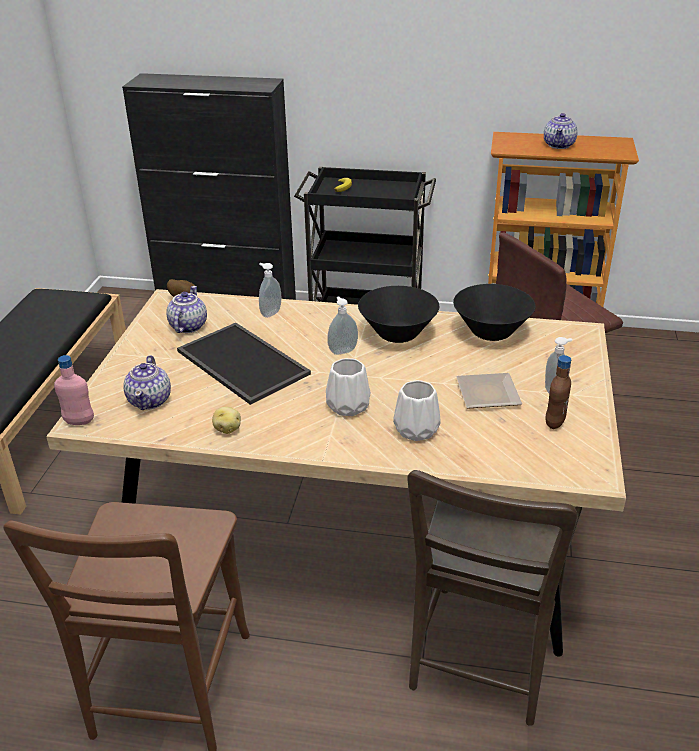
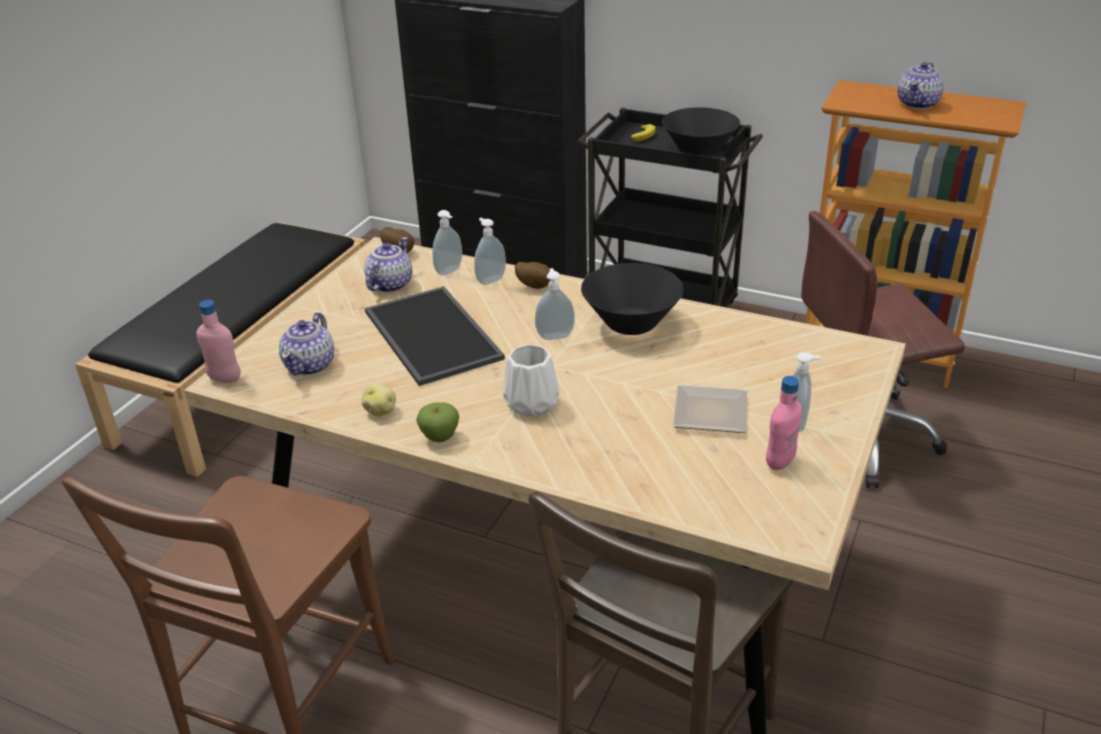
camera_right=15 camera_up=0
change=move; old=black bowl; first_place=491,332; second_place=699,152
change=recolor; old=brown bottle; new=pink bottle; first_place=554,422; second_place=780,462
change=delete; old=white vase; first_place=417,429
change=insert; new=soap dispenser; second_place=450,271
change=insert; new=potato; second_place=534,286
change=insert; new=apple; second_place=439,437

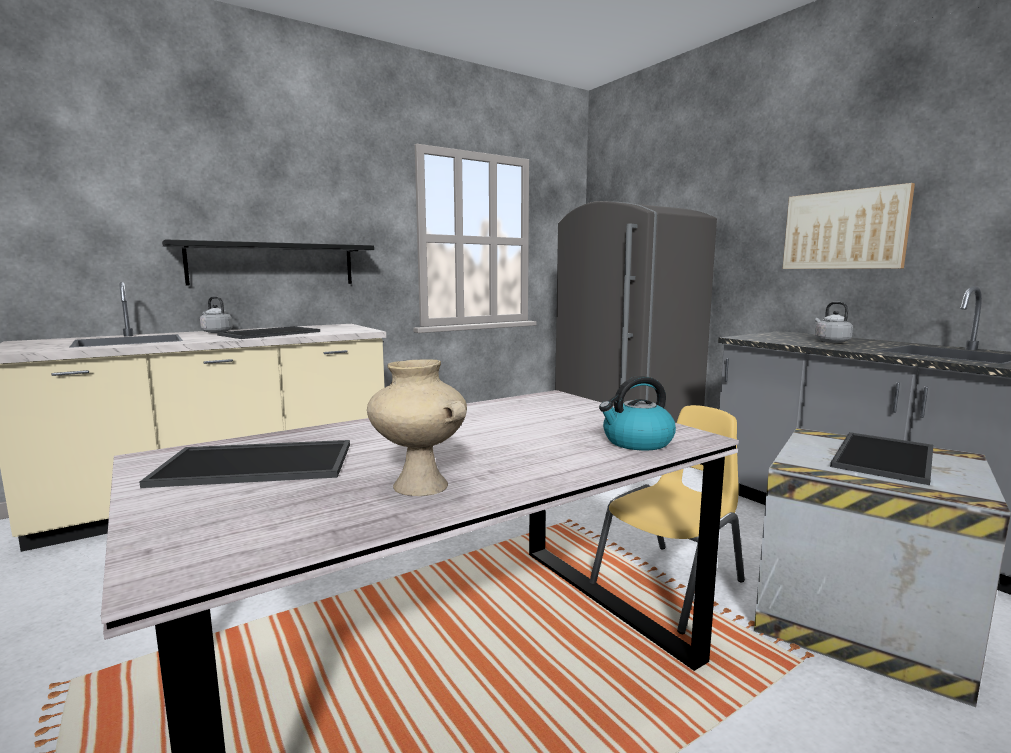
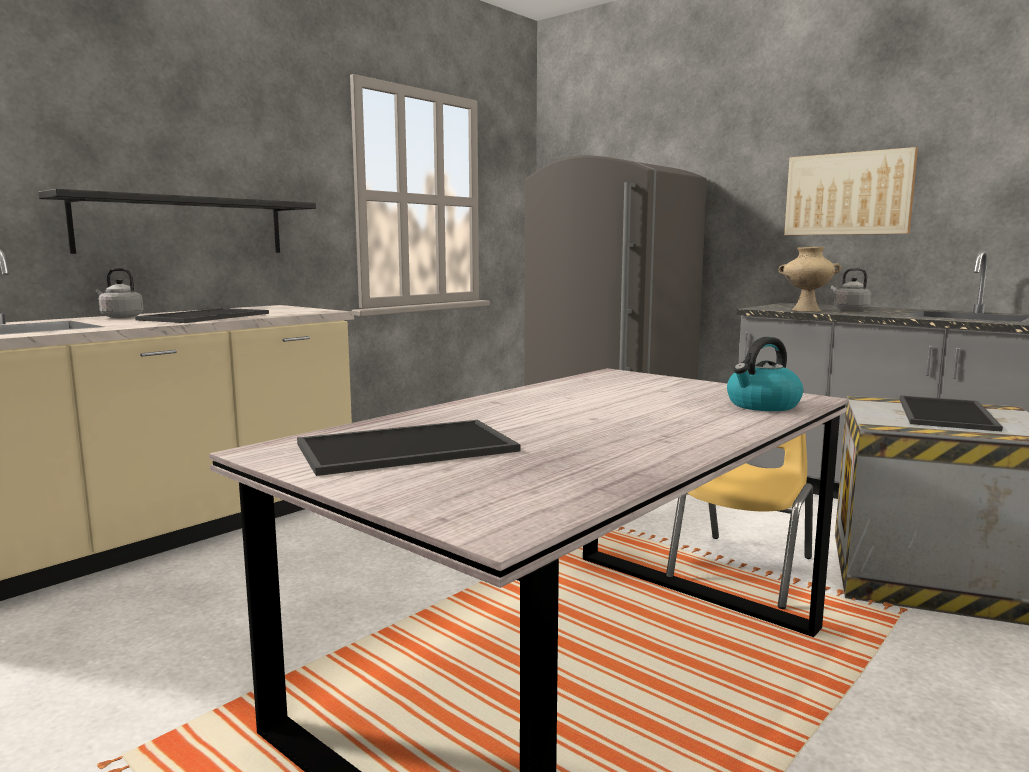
camera_right=-15 camera_up=0
change=move; old=beige vase; first_place=418,486; second_place=805,310

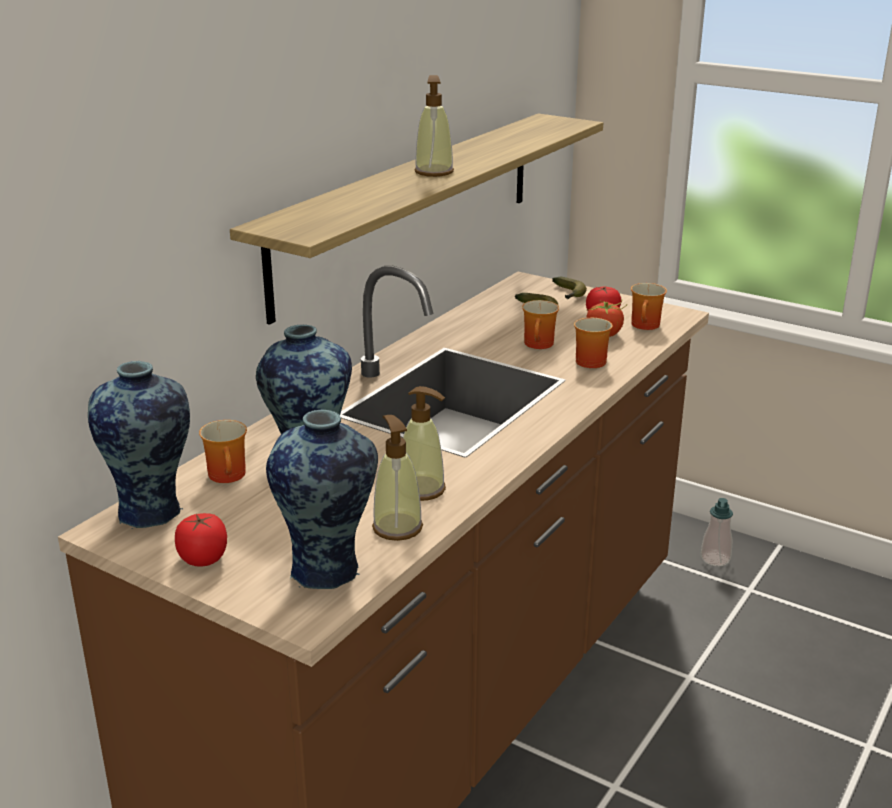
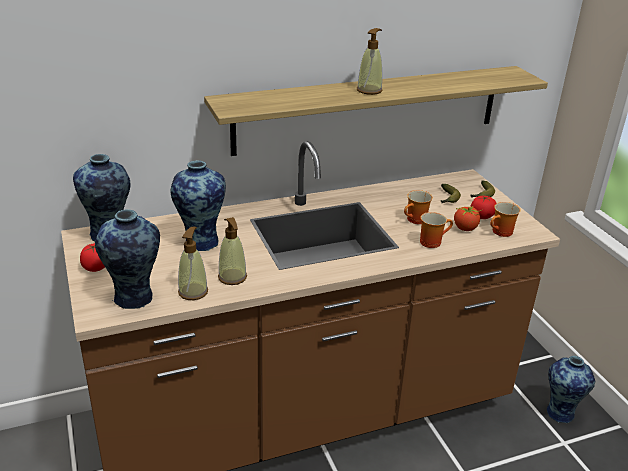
camera_right=35 camera_up=5
change=delete; old=mug; first_place=230,476
change=replace; old=soap dispenser; new=vase; first_place=715,559; second_place=561,412

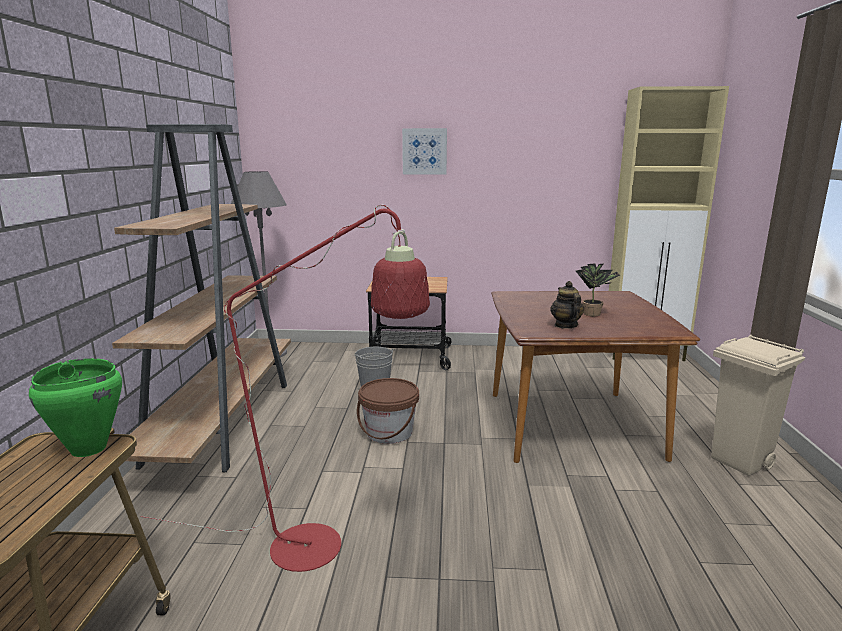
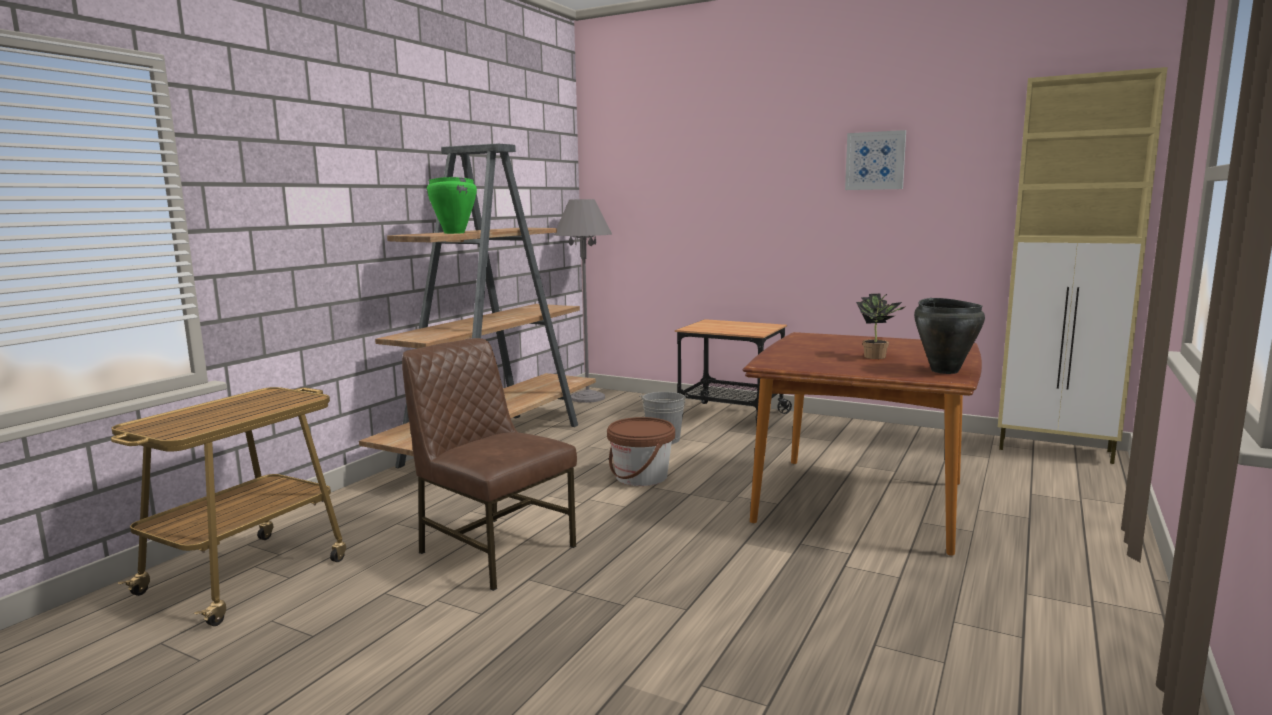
camera_right=25 camera_up=-5
change=move; old=picture; first_place=424,151; second_place=875,161
change=replace; old=red floor lamp; new=brown chair; first_place=324,549; second_place=494,549
change=delete; old=teapot; first_place=565,325
change=delete; old=beige trash can; first_place=740,462
change=move; old=green cooking pot; first_place=88,449; second_place=454,233
change=insert; new=black cooking pot; second_place=945,371

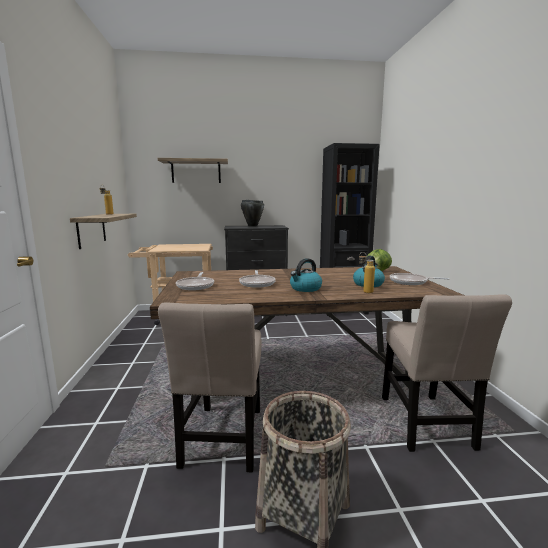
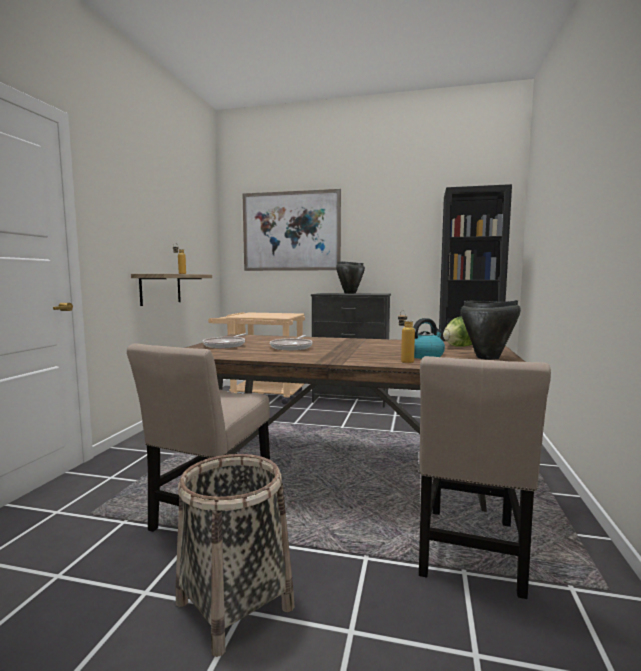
camera_right=20 camera_up=-5
change=replace; old=shelf; new=picture; first_place=196,171; second_place=291,231
change=delete; old=kettle; first_place=305,288
change=replace; old=frying pan; new=black cooking pot; first_place=410,282; second_place=488,357

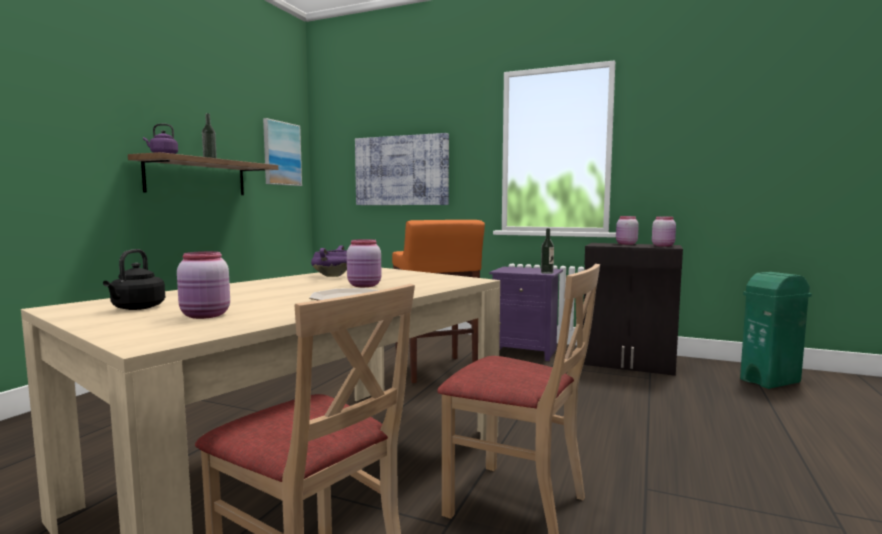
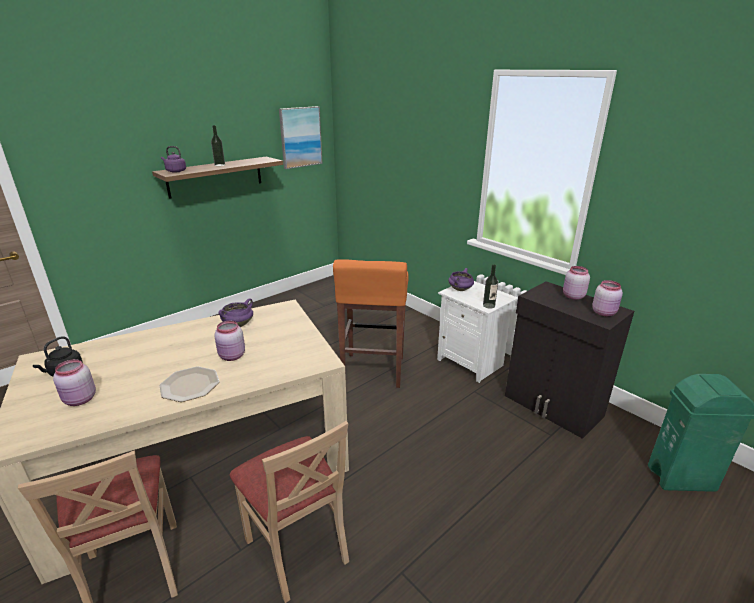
camera_right=25 camera_up=20
change=delete; old=picture; first_place=402,171
change=recolor; old=purple nightstand; new=white nightstand; first_place=525,351; second_place=471,362
change=insert; new=purple cooking pot; second_place=460,289

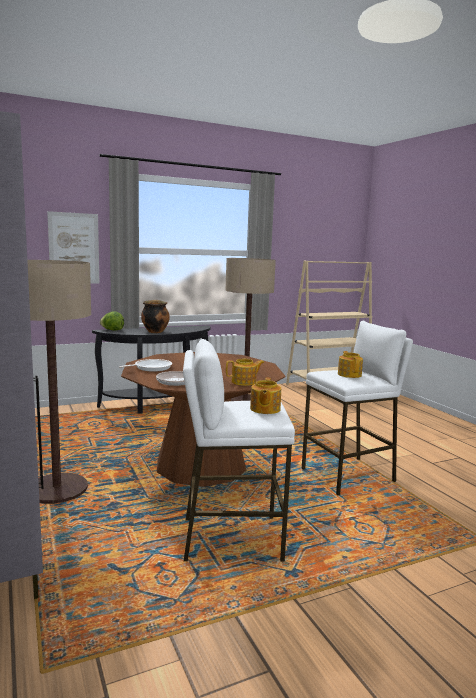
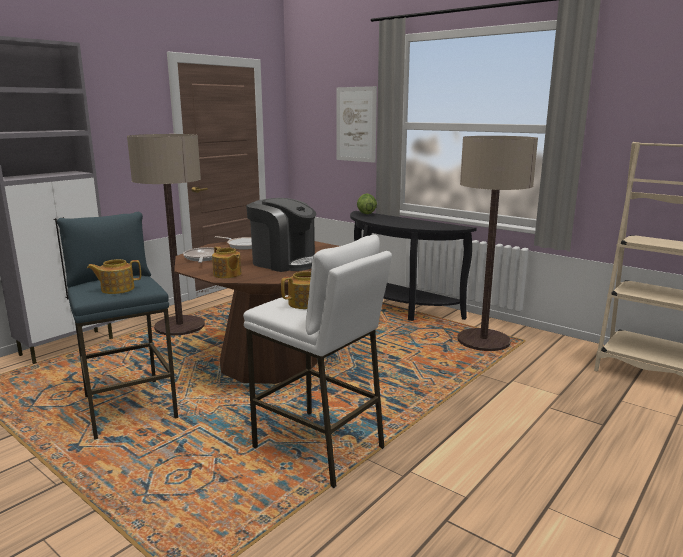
camera_right=65 camera_up=5
change=delete; old=cooking pot; first_place=155,331
change=recolor; old=white stool; new=blue stool; first_place=231,538; second_place=129,407
change=insert; new=coffee machine; second_place=284,262

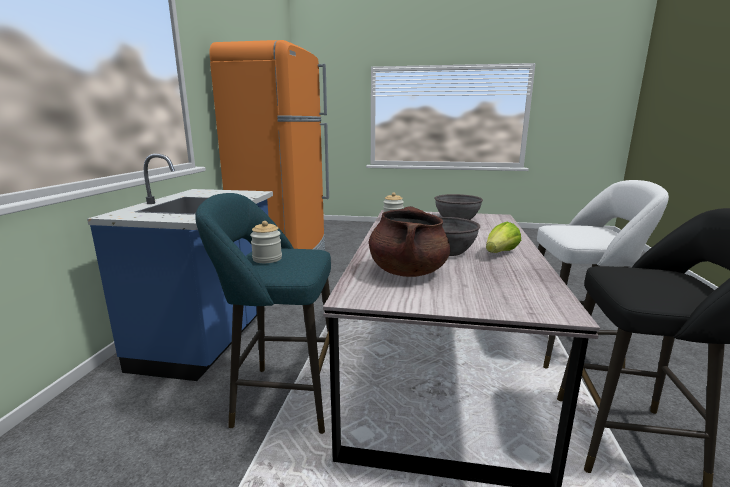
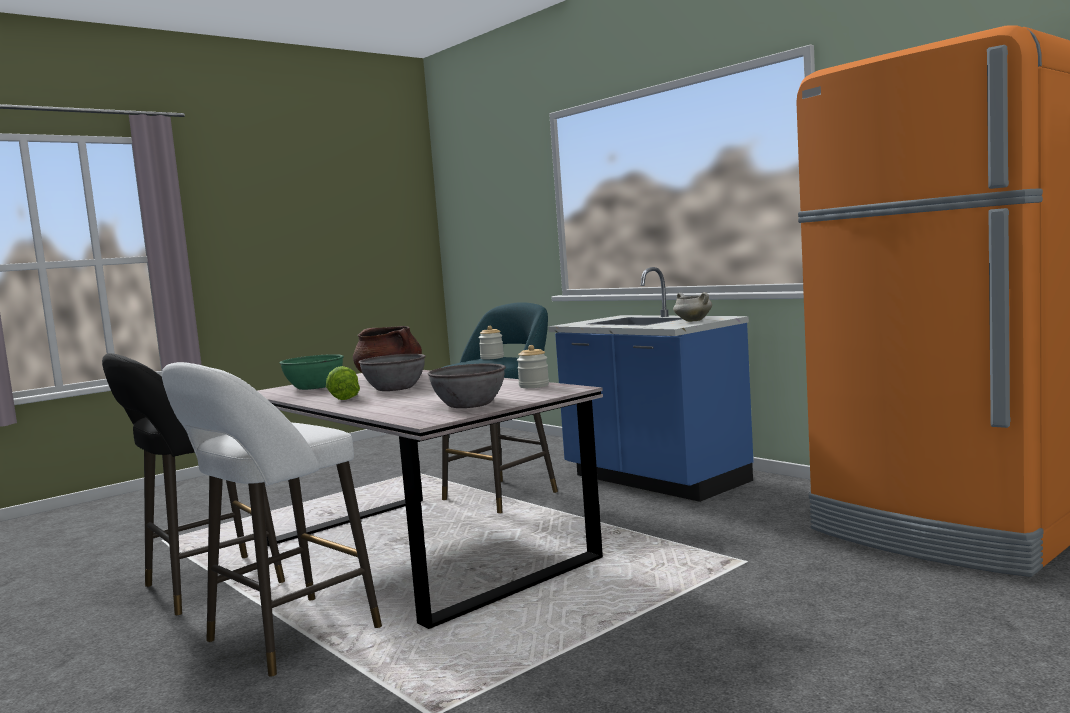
camera_right=130 camera_up=-10
change=insert; new=white cooking pot; second_place=692,321
change=insert; new=green bowl; second_place=314,386

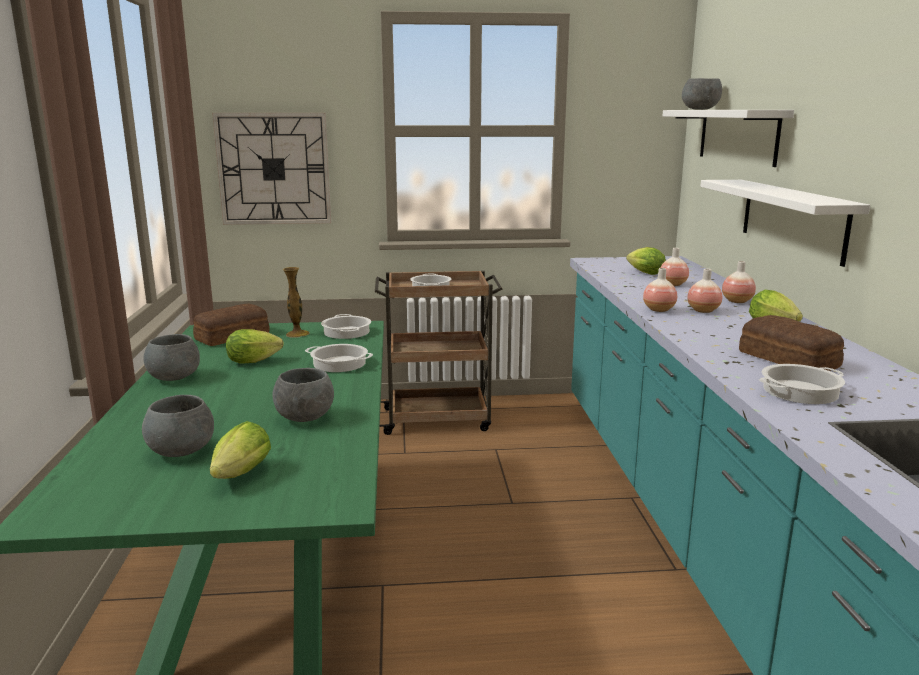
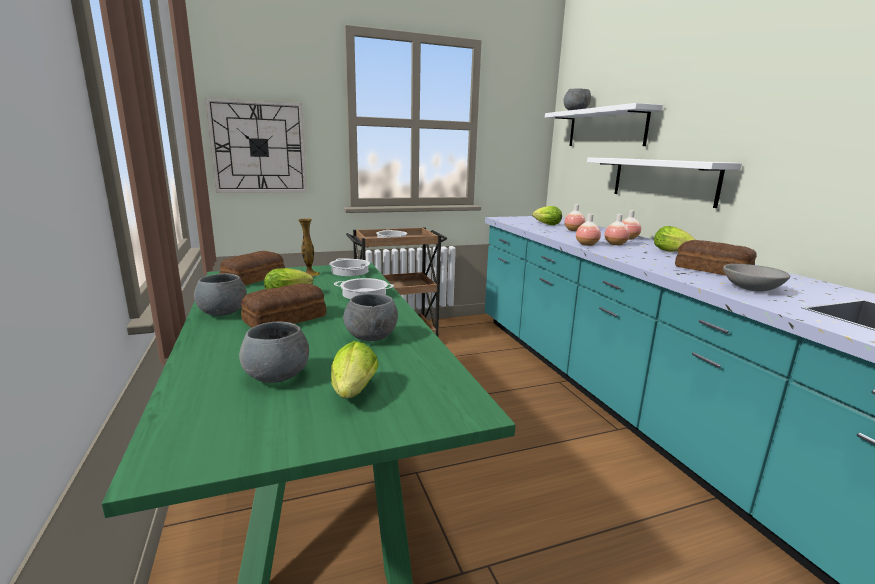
camera_right=-15 camera_up=0
change=replace; old=cooking pot; new=grey bowl; first_place=800,391; second_place=751,288
change=insert; new=bread; second_place=287,319

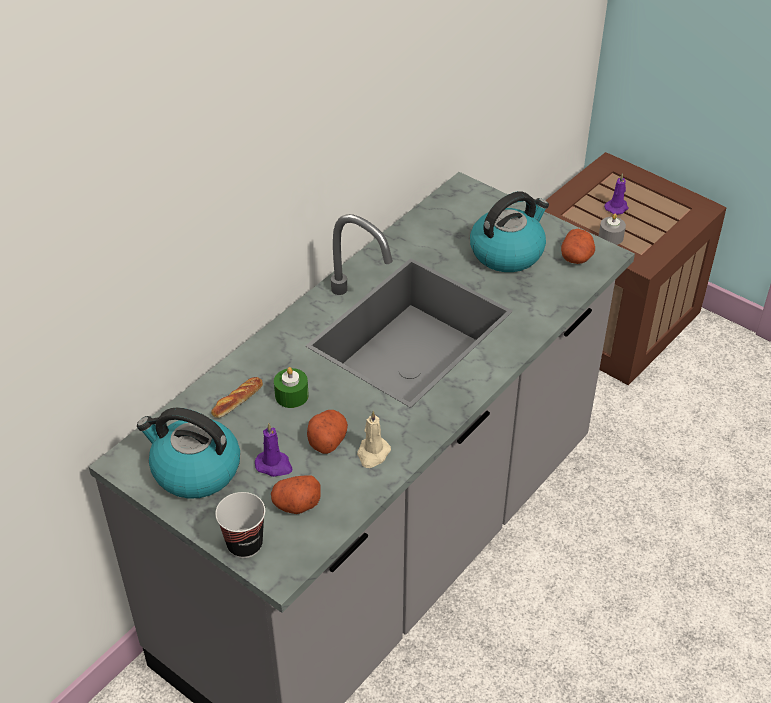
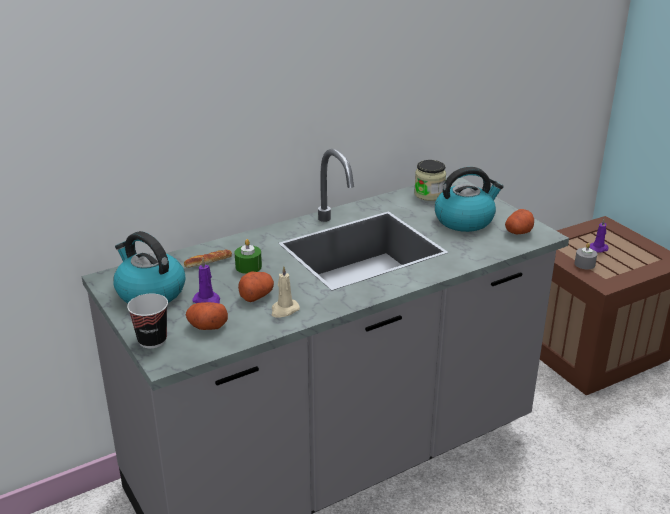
camera_right=20 camera_up=-15
change=insert; new=jar; second_place=429,194

